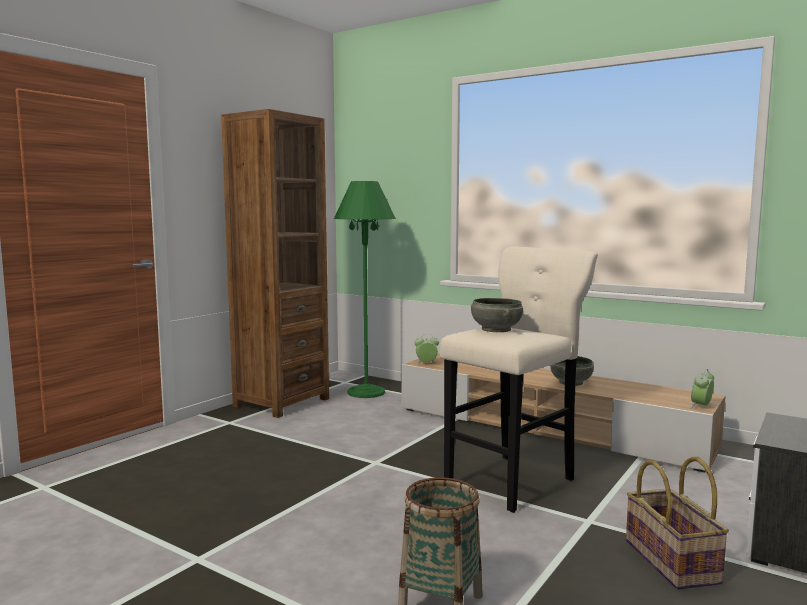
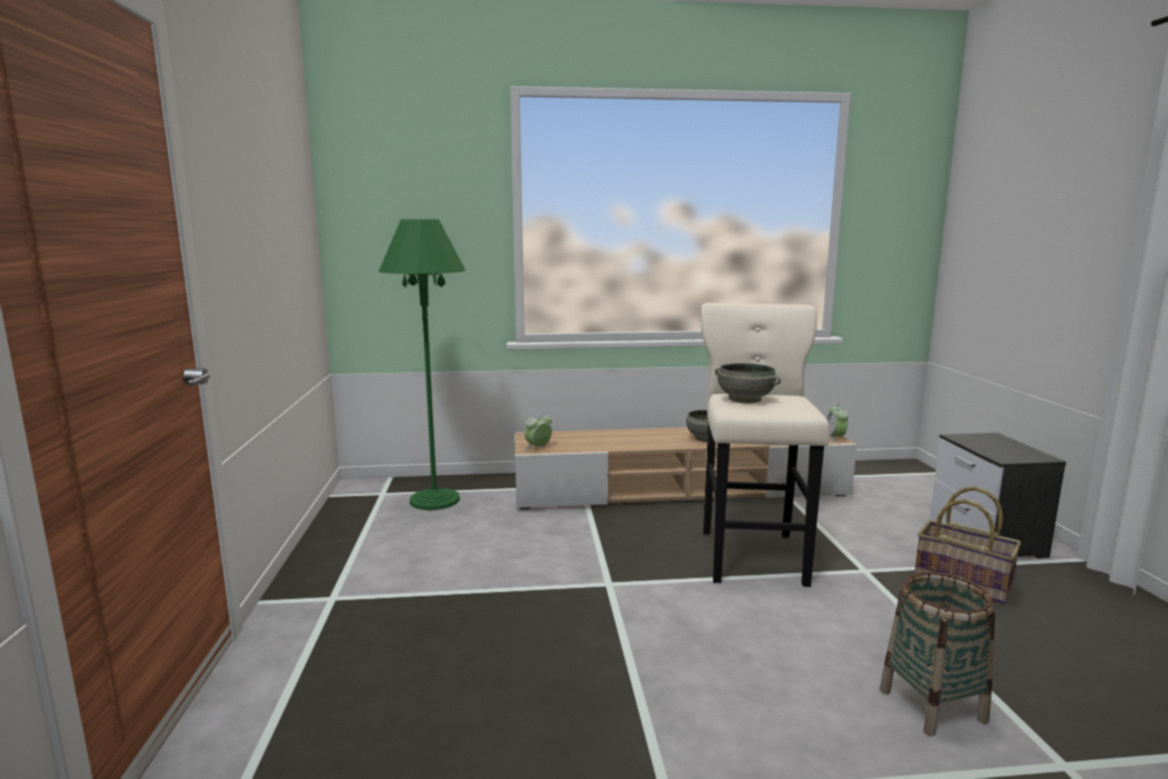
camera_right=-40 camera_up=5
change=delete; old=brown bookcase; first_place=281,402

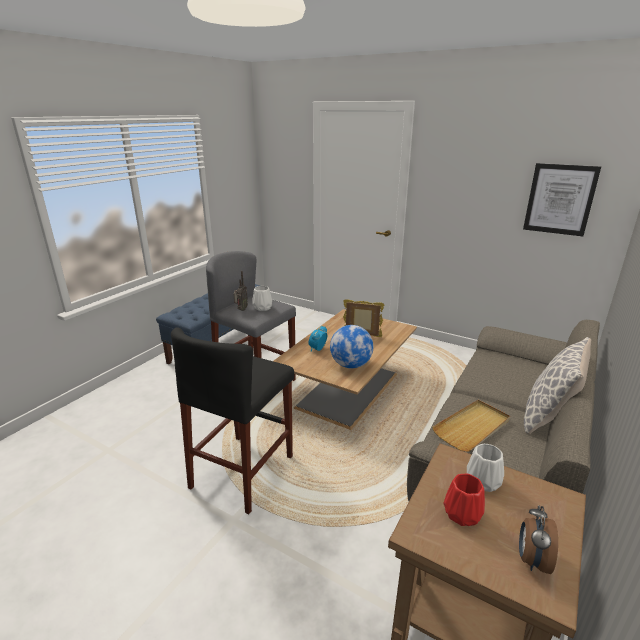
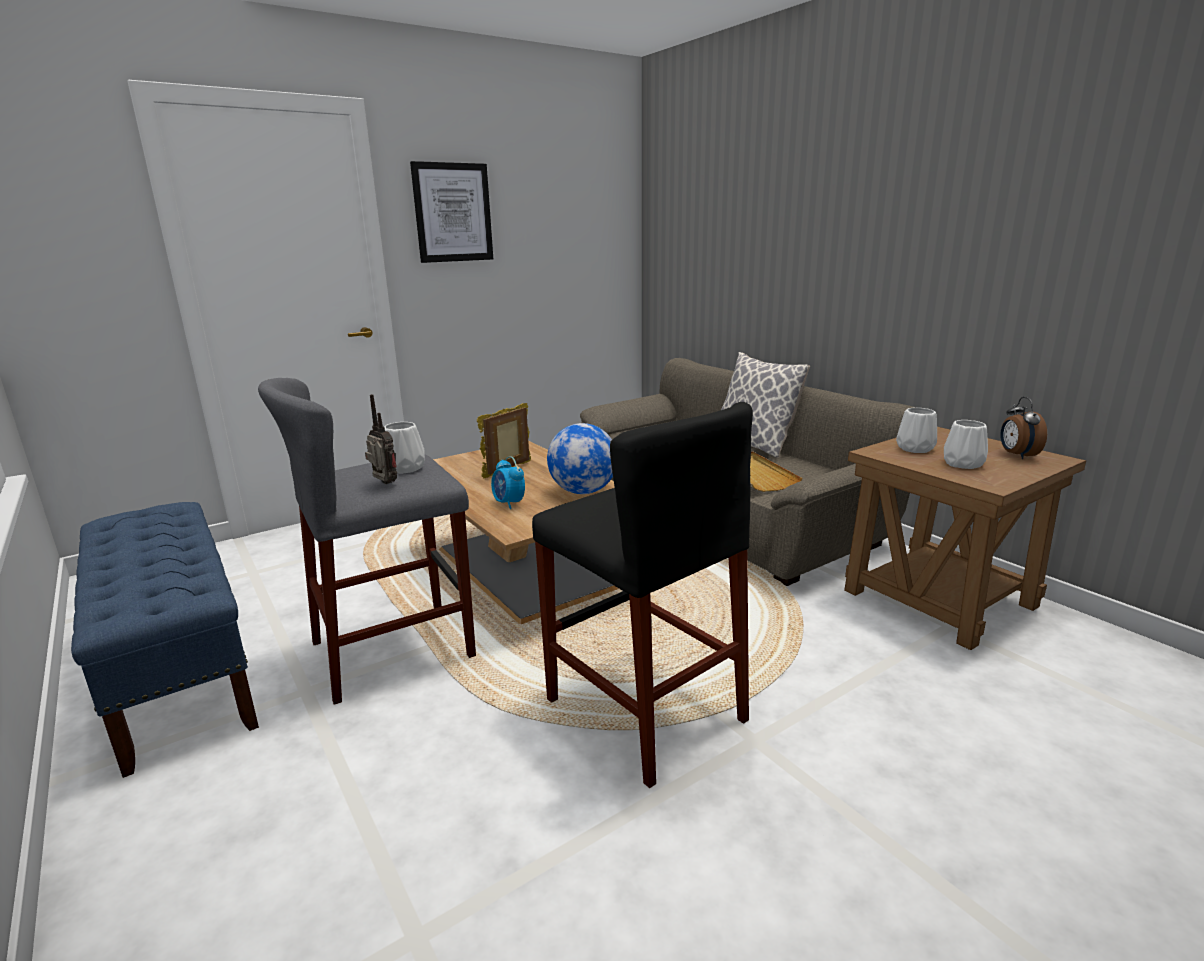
camera_right=-65 camera_up=-5
change=move; old=picture; first_place=560,199; second_place=453,213
change=recolor; old=red vase; new=white vase; first_place=461,514; second_place=963,464
change=rotate; old=alarm clock; first_place=531,559; second_place=1016,455; degrees=45

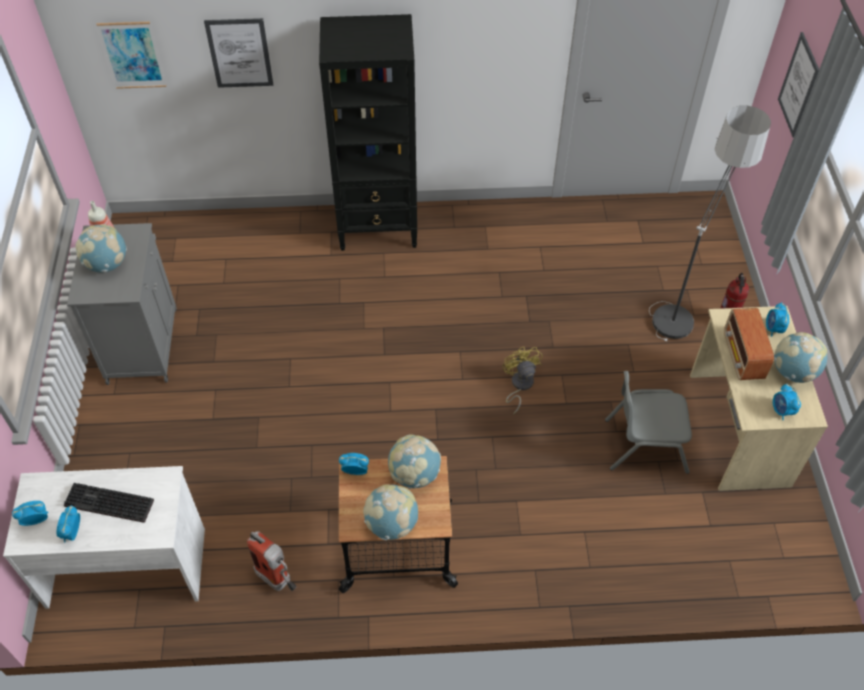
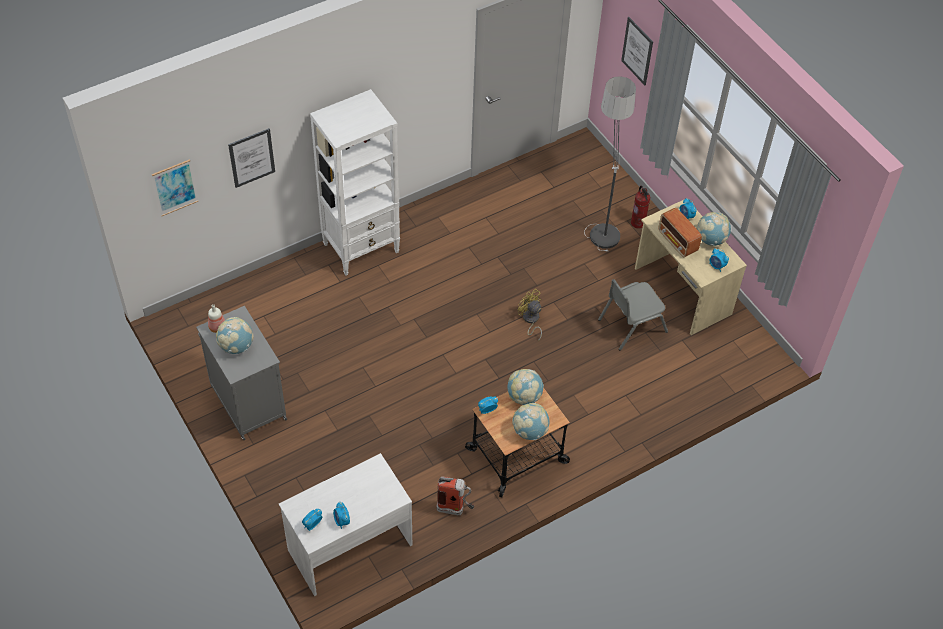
camera_right=-30 camera_up=0
change=recolor; old=black bookcase; new=white bookcase; first_place=379,228; second_place=362,248
change=delete; old=keyboard; first_place=107,504

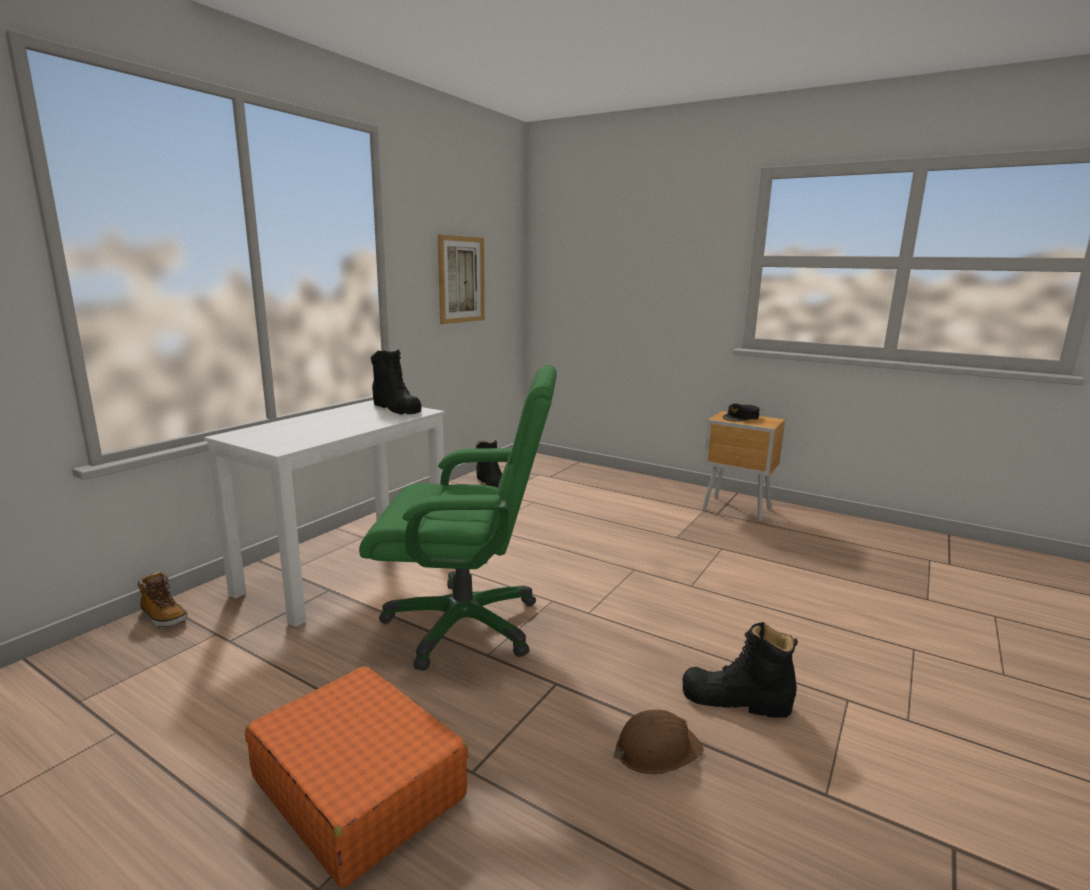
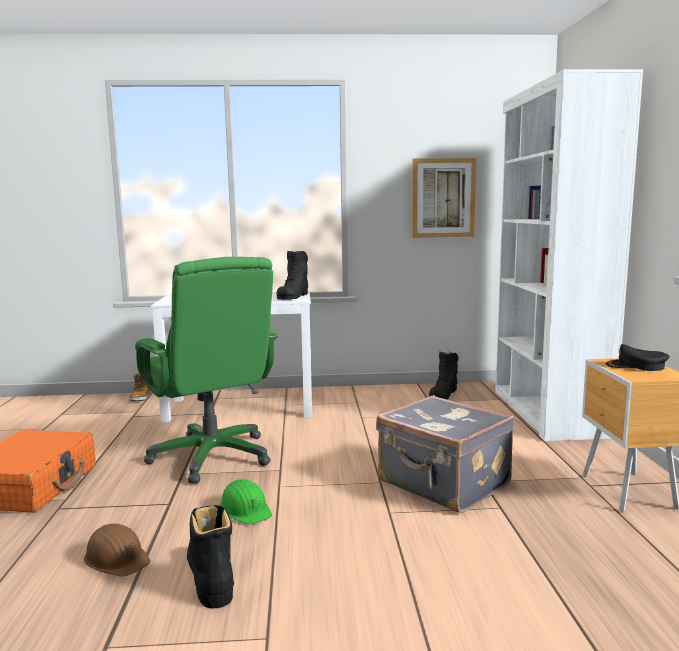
camera_right=55 camera_up=-5
change=insert; new=white bookcase; second_place=547,413
change=insert; new=grey suitcase; second_place=443,484
change=insert; new=green hard hat; second_place=245,510

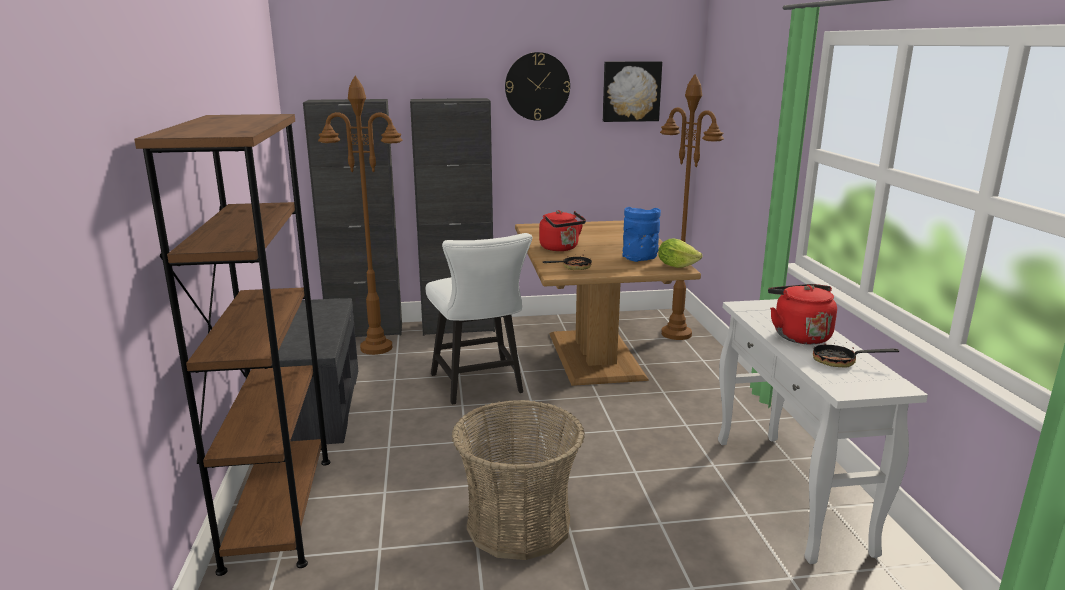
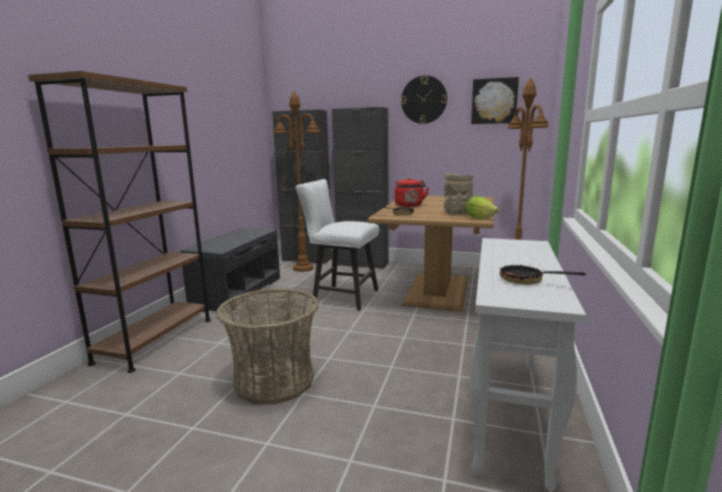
camera_right=25 camera_up=-5
change=recolor; old=blue vase; new=beige vase; first_place=639,259; second_place=457,213
change=rotate; old=white chair; first_place=480,386; second_place=341,296; degrees=105
change=delete; old=red kettle; first_place=798,335

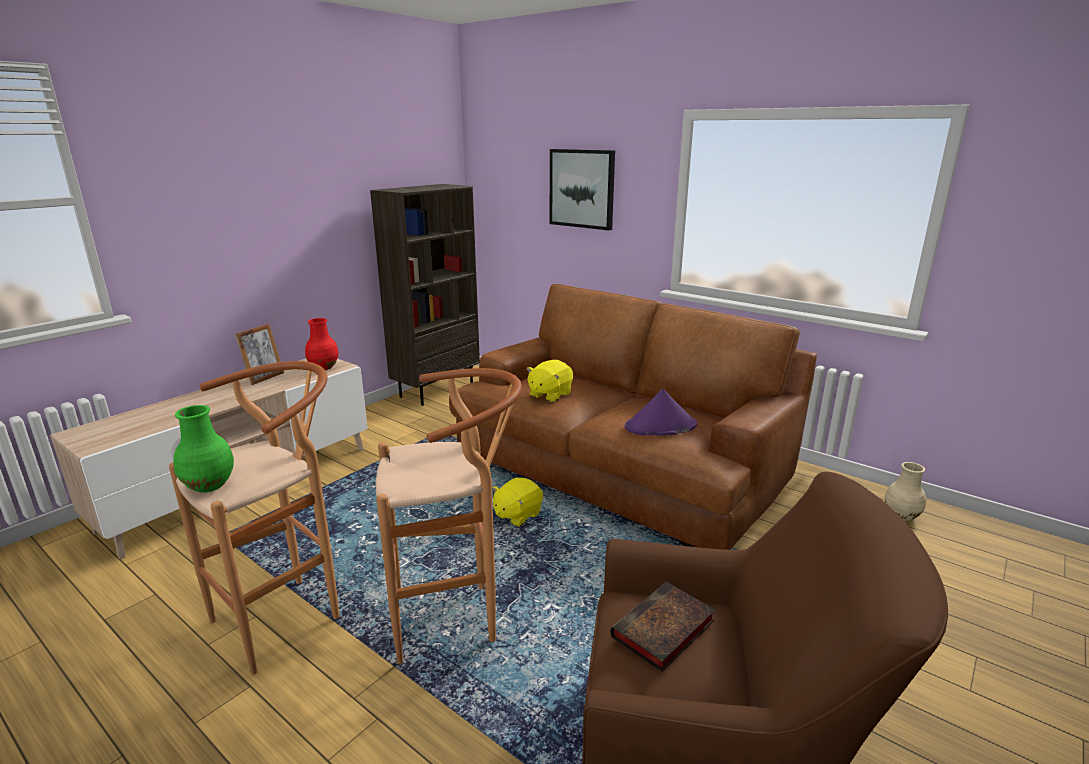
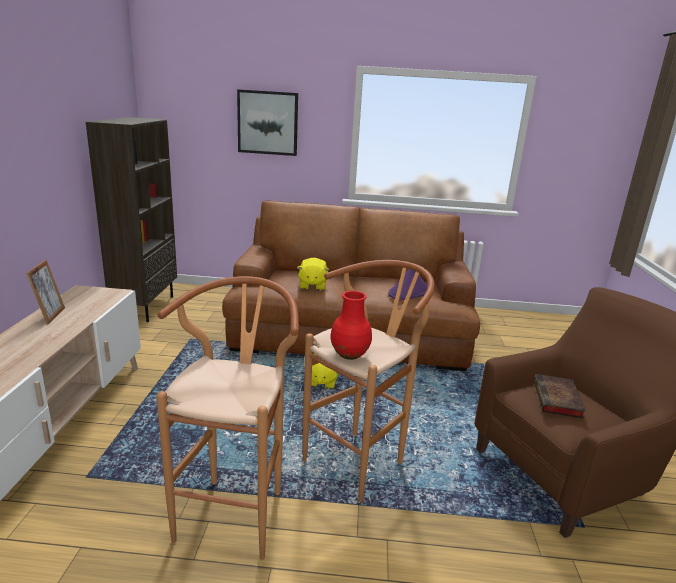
camera_right=-35 camera_up=0
change=move; old=red vase; first_place=323,367; second_place=349,354
change=delete; old=green vase; first_place=210,485
change=delete; old=beige vase; first_place=901,516

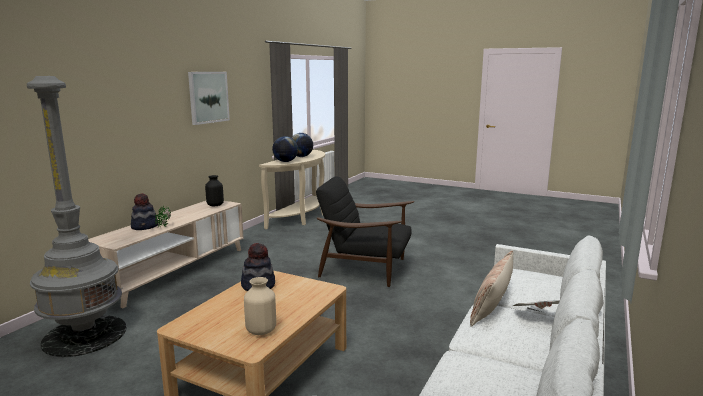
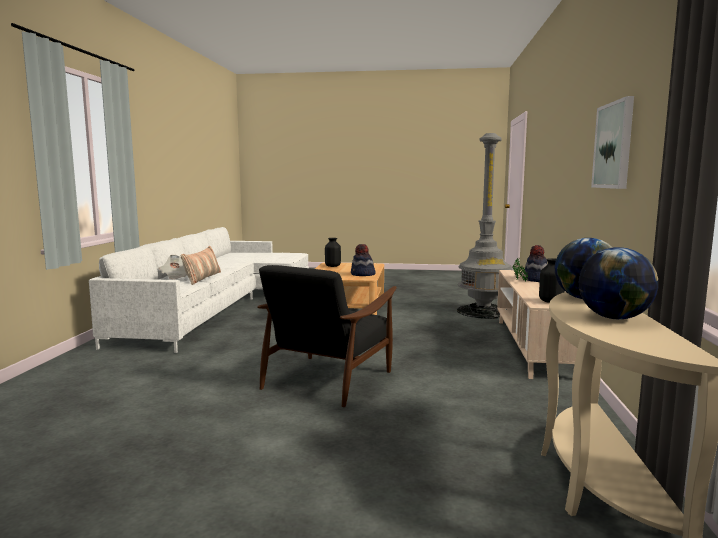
camera_right=160 camera_up=-5
change=rotate; old=black armchair; first_place=365,268; second_place=328,378; degrees=120
change=recolor; old=beige vase; new=black vase; first_place=260,331; second_place=333,266

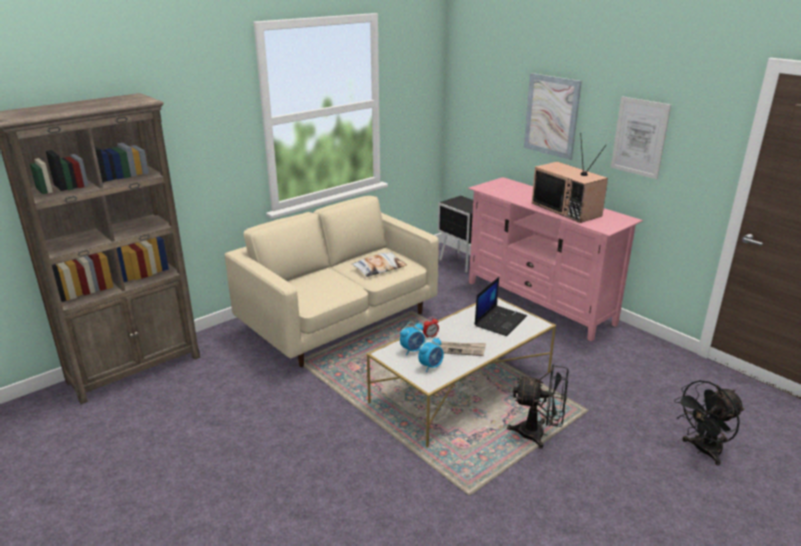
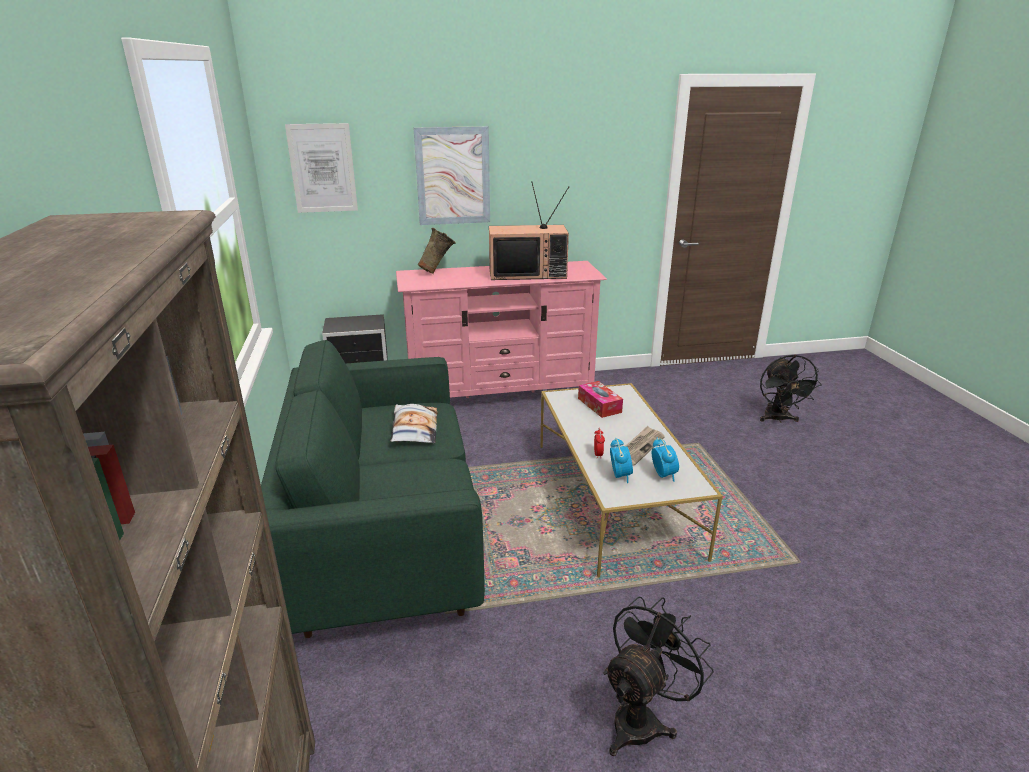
camera_right=-60 camera_up=0
change=move; old=picture; first_place=639,137; second_place=322,168
change=recolor; old=beige sofa; new=green sofa; first_place=339,321; second_place=384,538
change=replace; old=laptop; new=tissue box; first_place=500,320; second_place=599,405
change=move; old=black fan; first_place=538,434; second_place=642,719
change=insert; new=beige vase; second_place=438,272

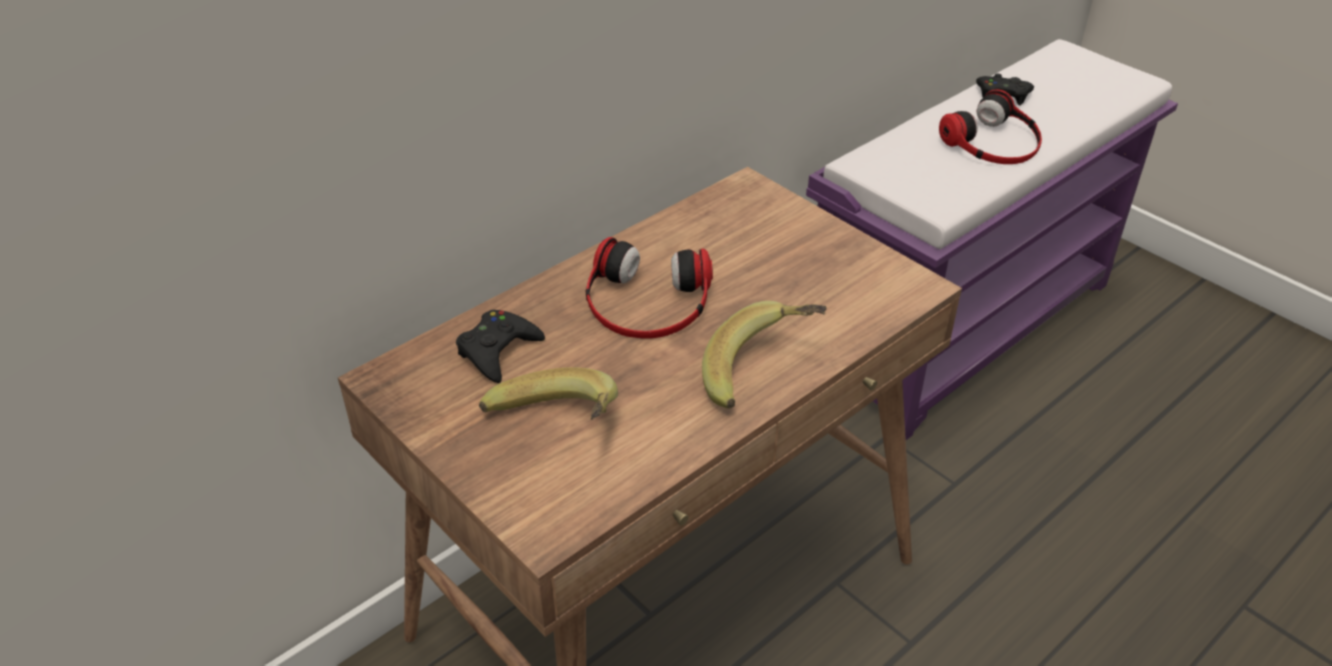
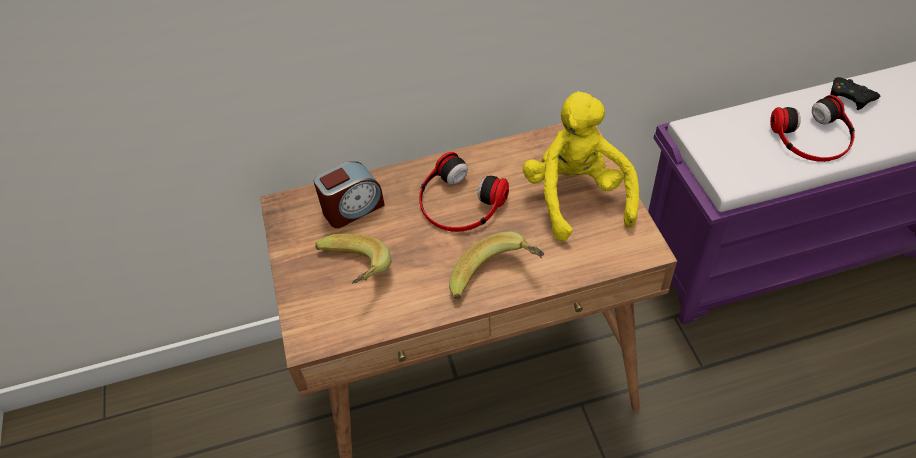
camera_right=30 camera_up=10
change=replace; old=black game controller; new=alarm clock; first_place=498,351; second_place=353,208
change=insert; new=yellow plush toy; second_place=576,197

